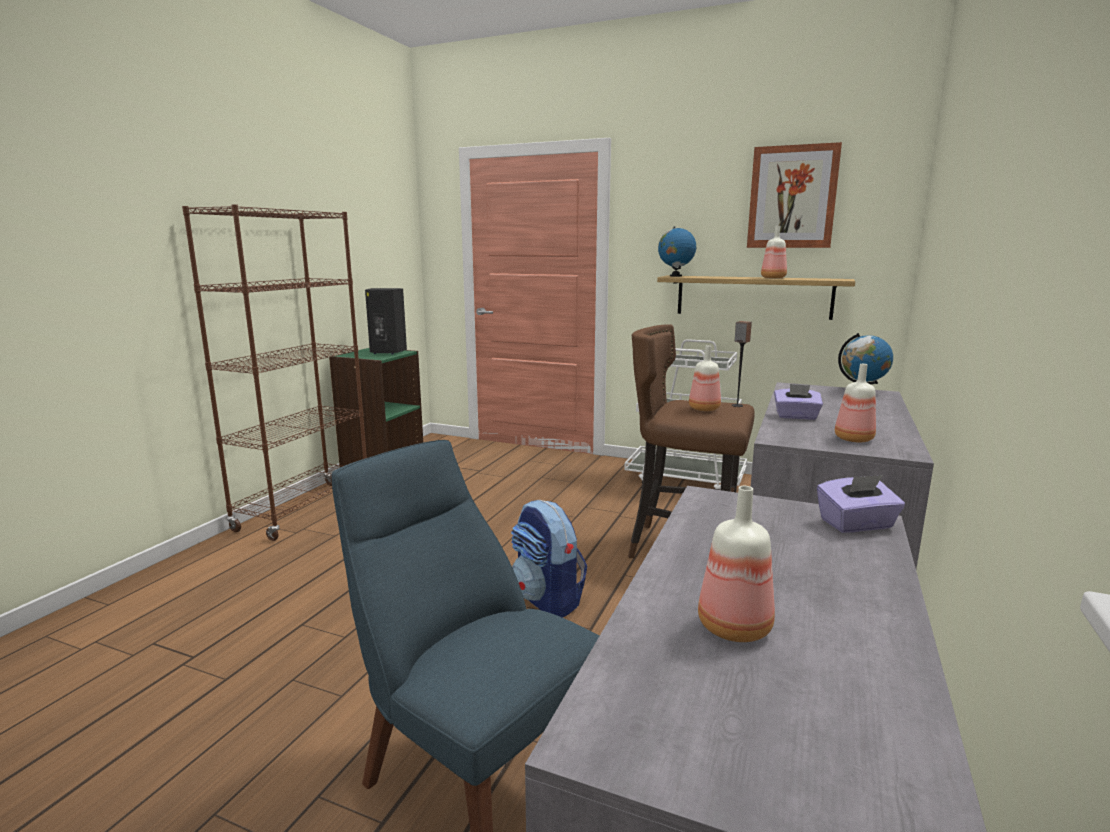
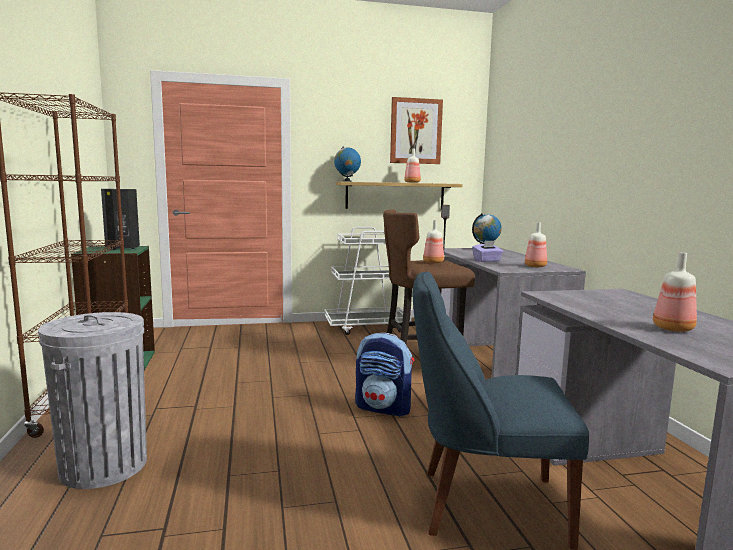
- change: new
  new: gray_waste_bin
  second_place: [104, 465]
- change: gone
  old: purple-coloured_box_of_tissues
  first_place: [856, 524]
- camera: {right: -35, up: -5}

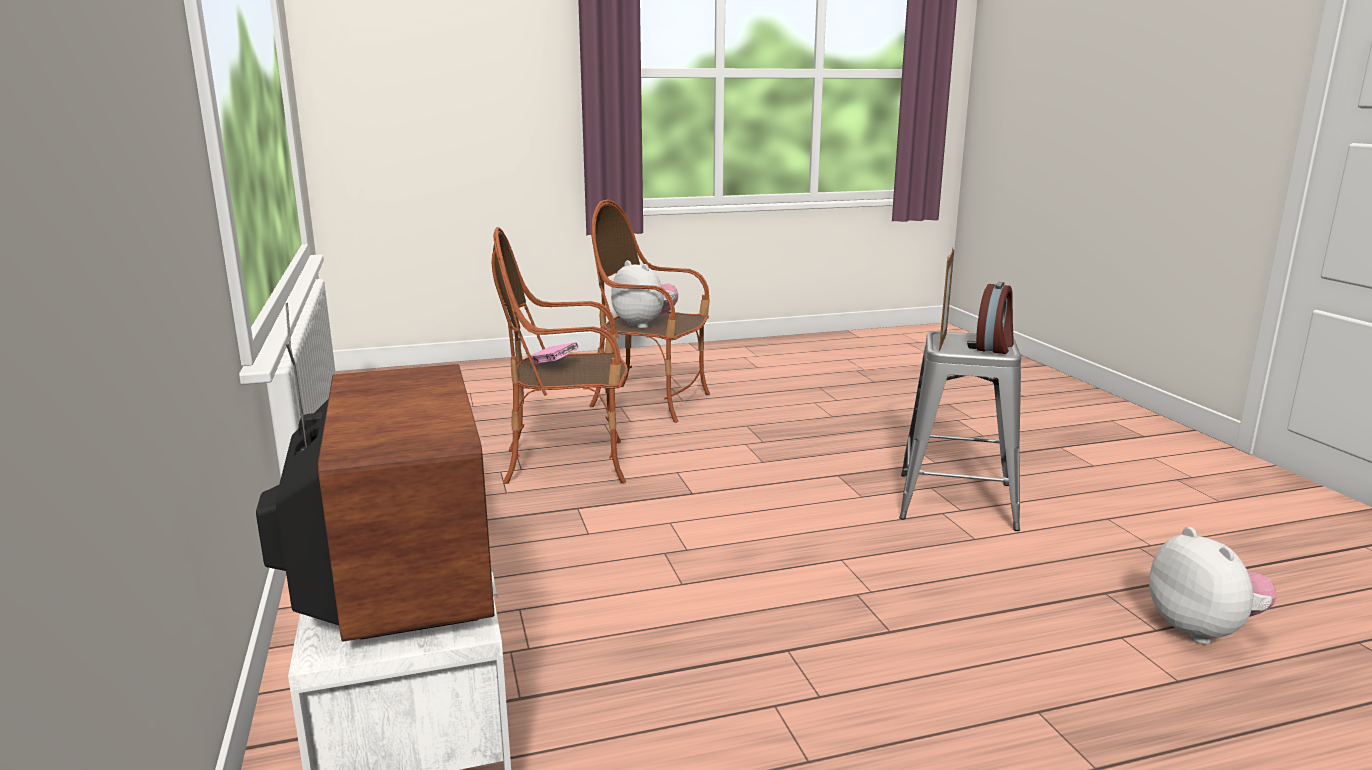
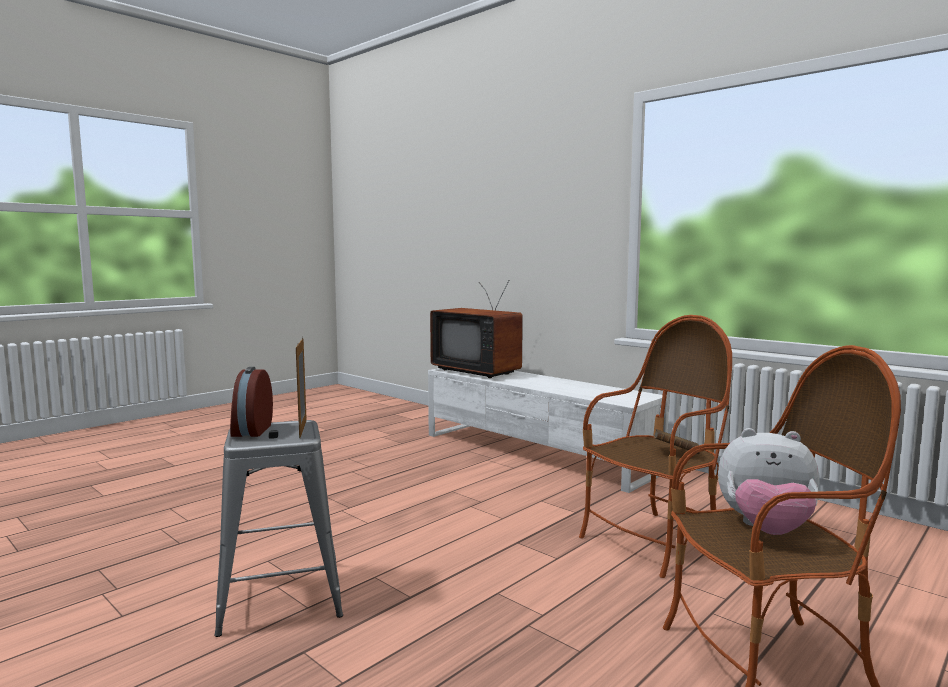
- change: repainted
  old: pink_book
  new: brown-coloured_book
  first_place: [553, 365]
  second_place: [676, 453]
- change: gone
  old: cuddly_toy
  first_place: [1202, 630]
- camera: {right: 150, up: -10}

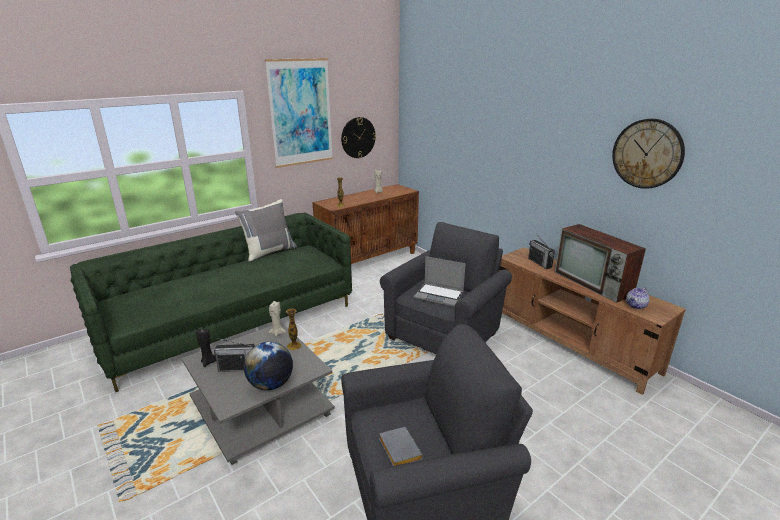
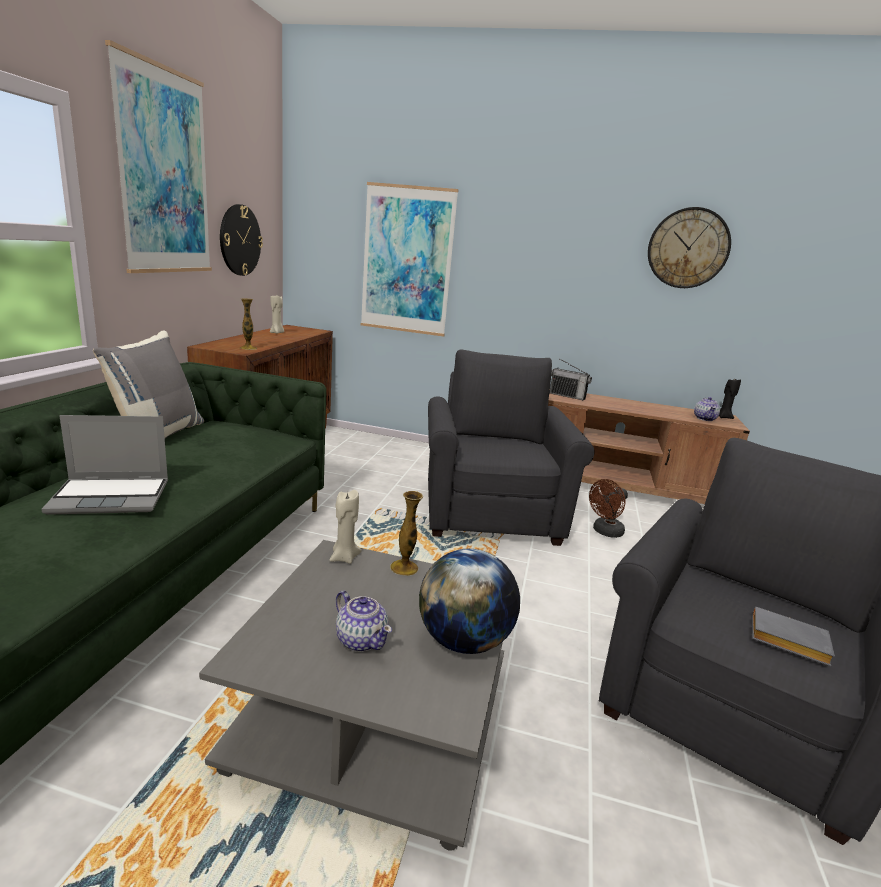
- change: shifted
  old: portable_computer
  first_place: [439, 295]
  second_place: [112, 497]
- change: swapped
  old: radio
  new: pot_for_tea
  first_place: [238, 368]
  second_place: [361, 639]
- change: new
  new: wall_art
  second_place: [407, 261]
- change: new
  new: brown-coloured_cooling_fan
  second_place: [605, 532]
- change: shifted
  old: black-coloured_candle
  first_place: [209, 362]
  second_place: [724, 417]
- change: gone
  old: television
  first_place: [594, 284]
- camera: {right: -40, up: -5}

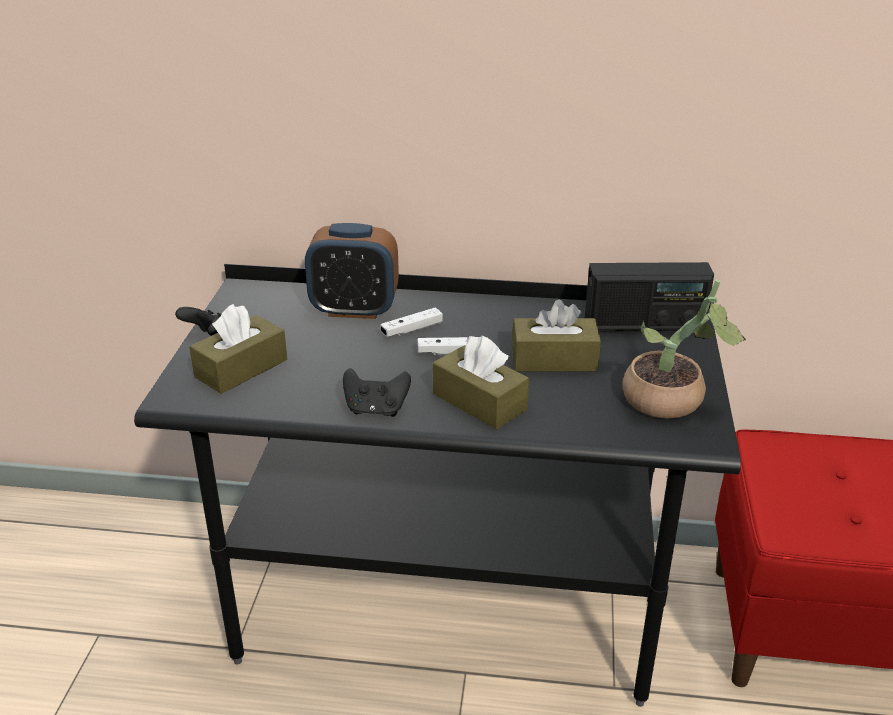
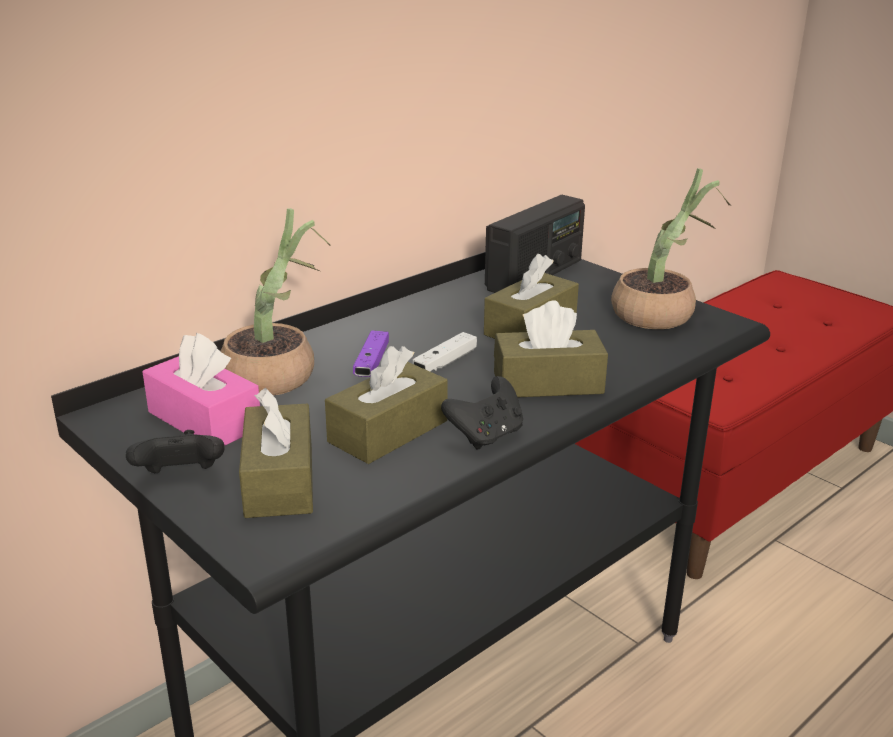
- change: new
  new: pink_box_of_tissues
  second_place: [204, 420]
- change: swapped
  old: table_clock
  new: houseplant
  first_place: [354, 310]
  second_place: [279, 374]
- change: new
  new: brown-coloured_box_of_tissues
  second_place: [388, 431]
- change: repainted
  old: white_gamepad
  new: purple-coloured_gamepad
  first_place: [412, 330]
  second_place: [371, 363]
- camera: {right: -50, up: -5}

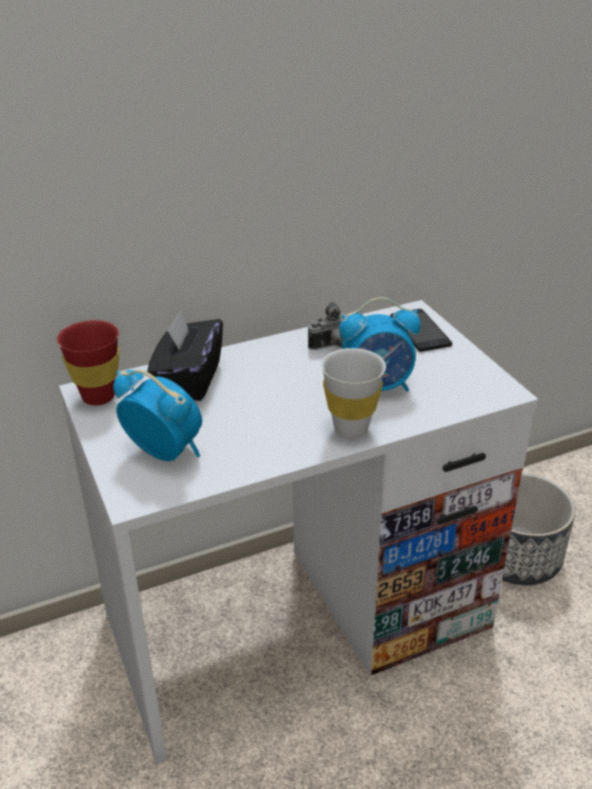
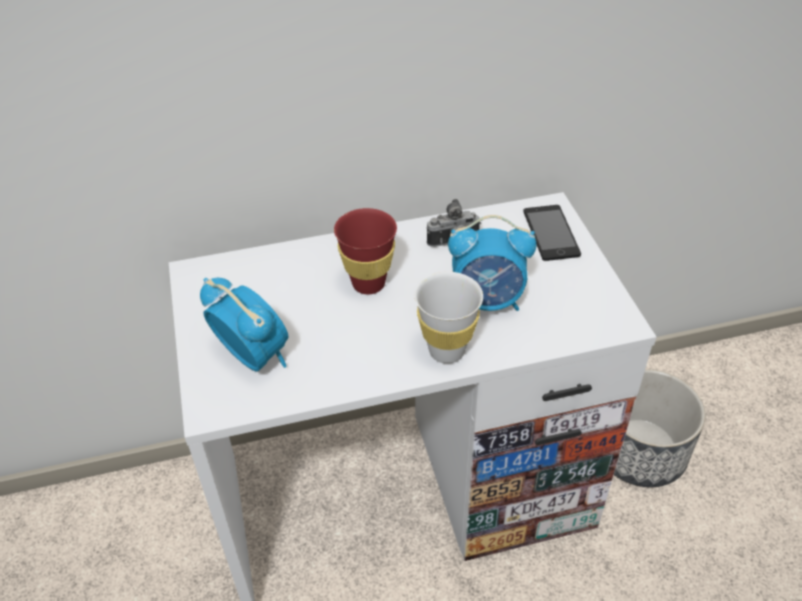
- change: shifted
  old: reddish_drinking_cup
  first_place: [98, 397]
  second_place: [368, 283]
- change: gone
  old: black-coloured_box_of_tissues
  first_place: [188, 380]
- camera: {right: 10, up: 10}

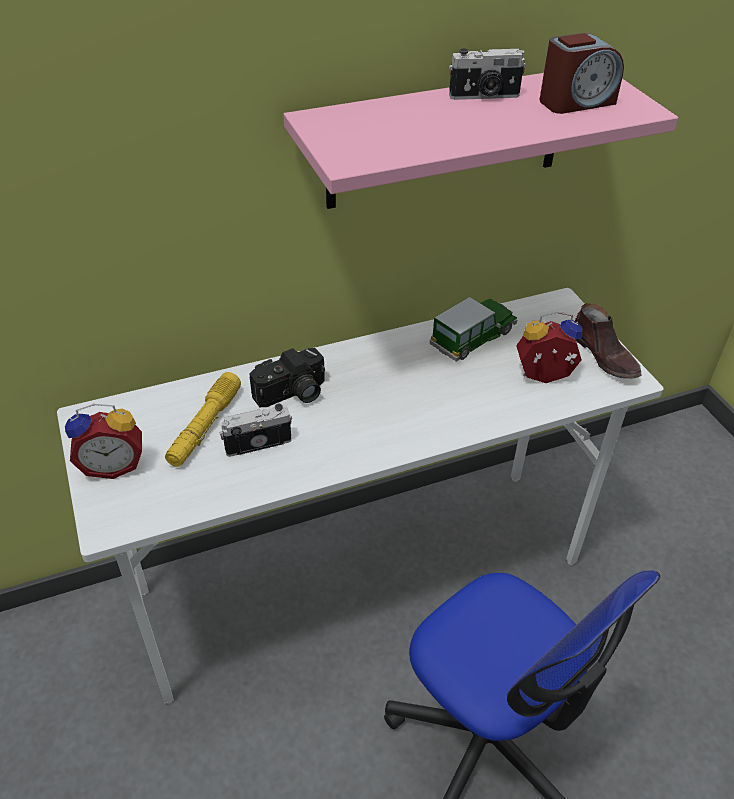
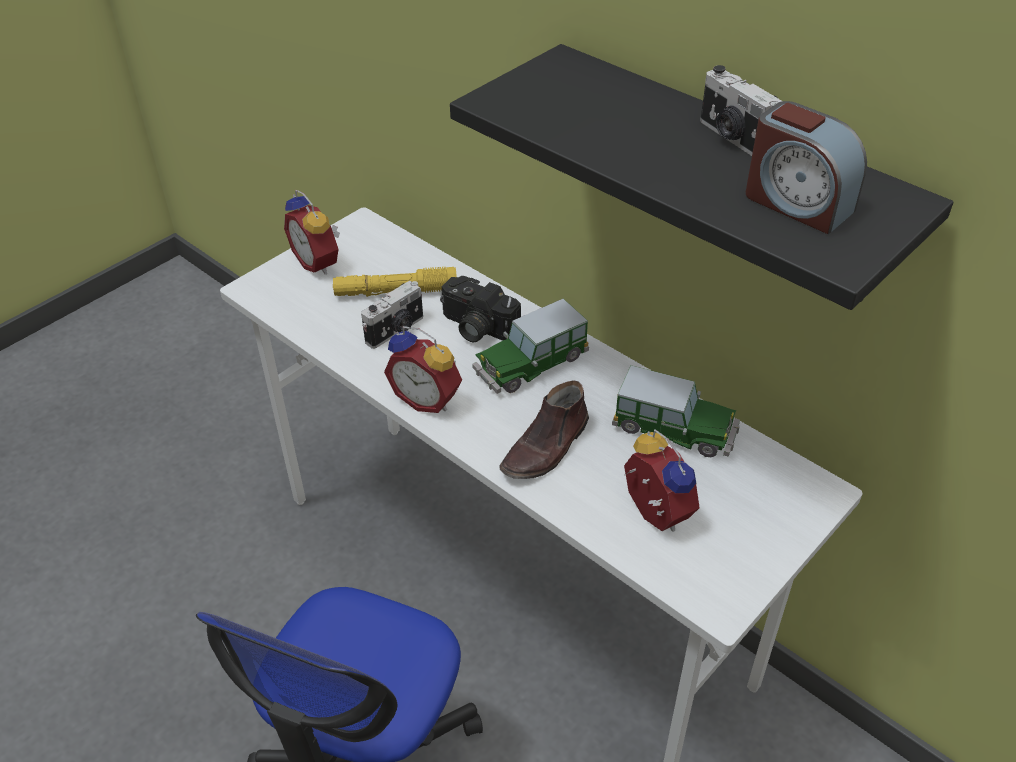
- change: rotated
  old: still_camera
  first_place: [257, 442]
  second_place: [396, 330]
  degrees: 90
- change: new
  new: table_clock
  second_place: [428, 398]
- change: repainted
  old: pink_shelf
  new: black-coloured_shelf
  first_place: [446, 138]
  second_place: [726, 174]
- change: new
  new: model_car
  second_place: [530, 364]
- change: shifted
  old: brown-coloured_low_shoe
  first_place: [604, 356]
  second_place: [546, 448]
- camera: {right: 65, up: 0}

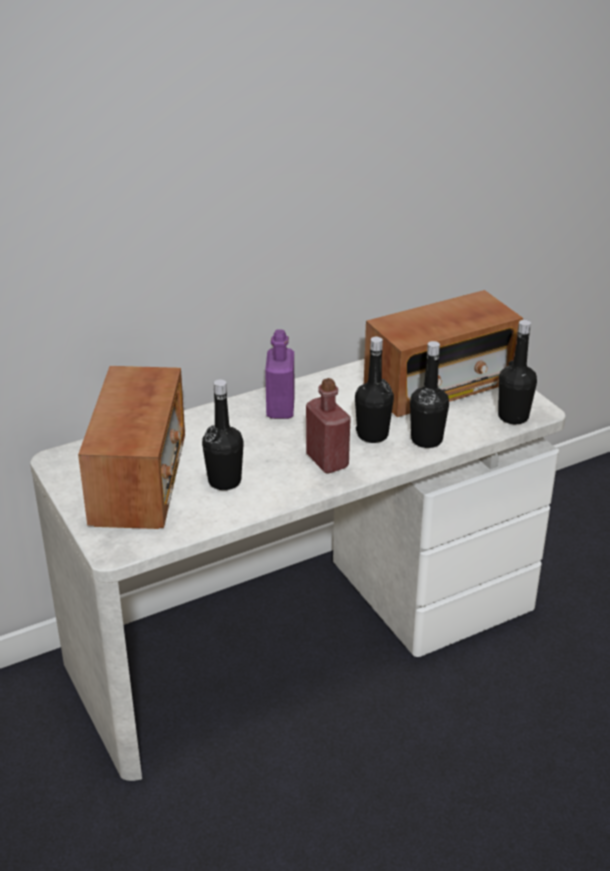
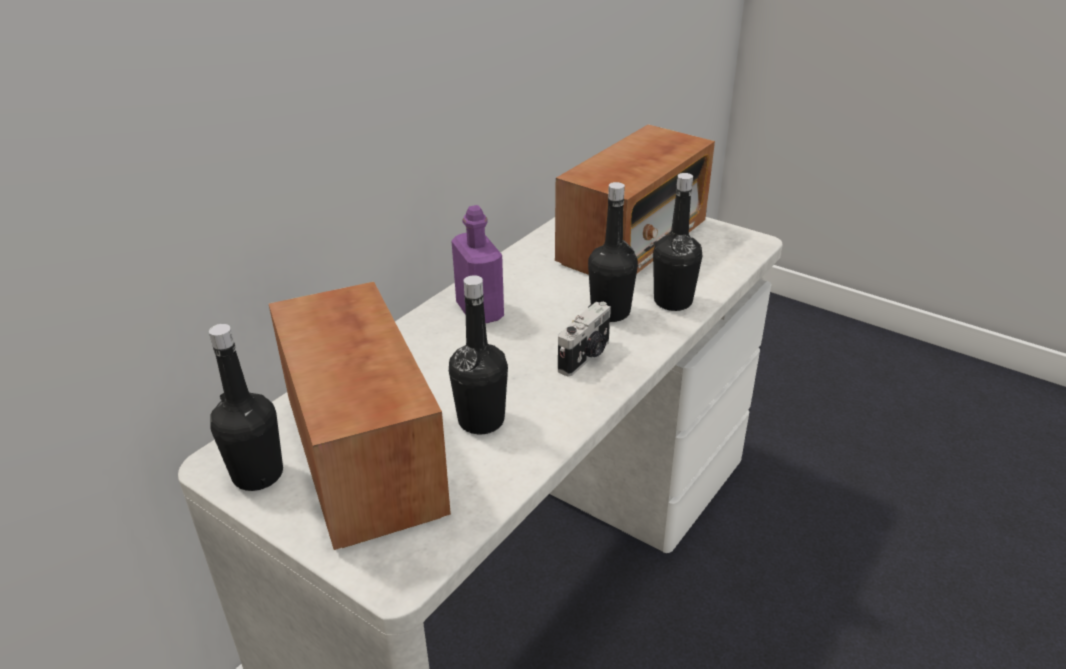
- change: shifted
  old: black-coloured_bottle
  first_place: [513, 416]
  second_place: [258, 474]
- change: swapped
  old: reddish_bottle
  new: still_camera
  first_place: [327, 461]
  second_place: [586, 357]
- camera: {right: -25, up: 0}

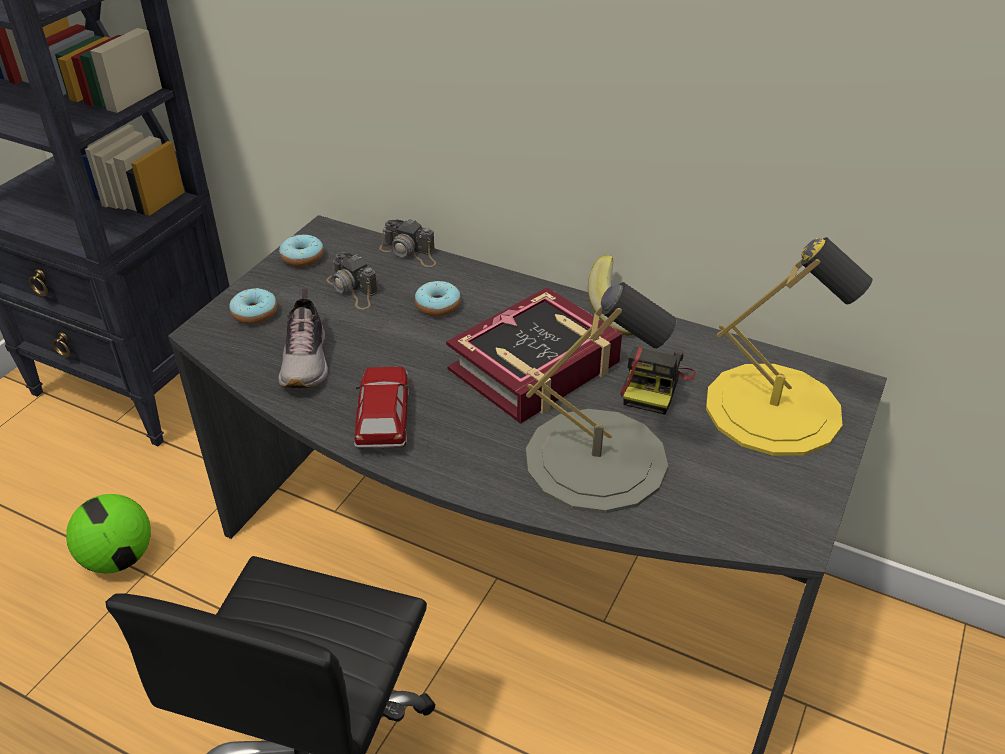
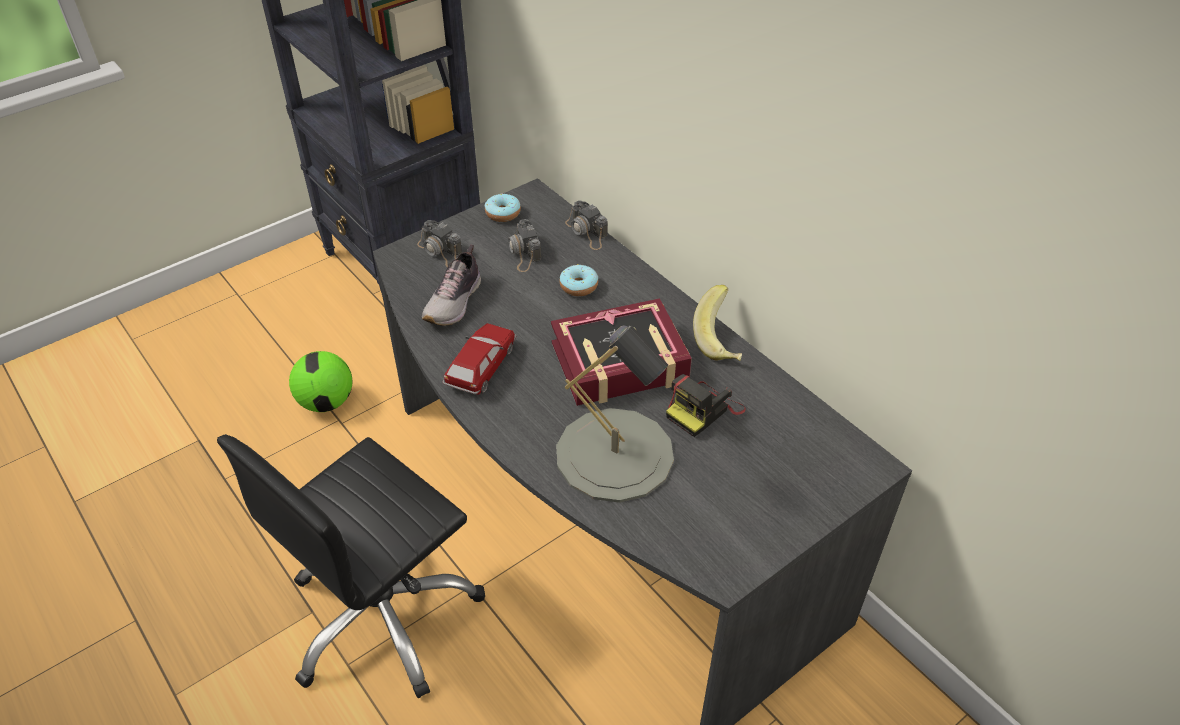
- change: swapped
  old: doughnut
  new: still_camera
  first_place: [254, 314]
  second_place: [441, 251]
- change: gone
  old: yellow-coloured_table_lamp
  first_place: [773, 408]
- camera: {right: 25, up: 5}

